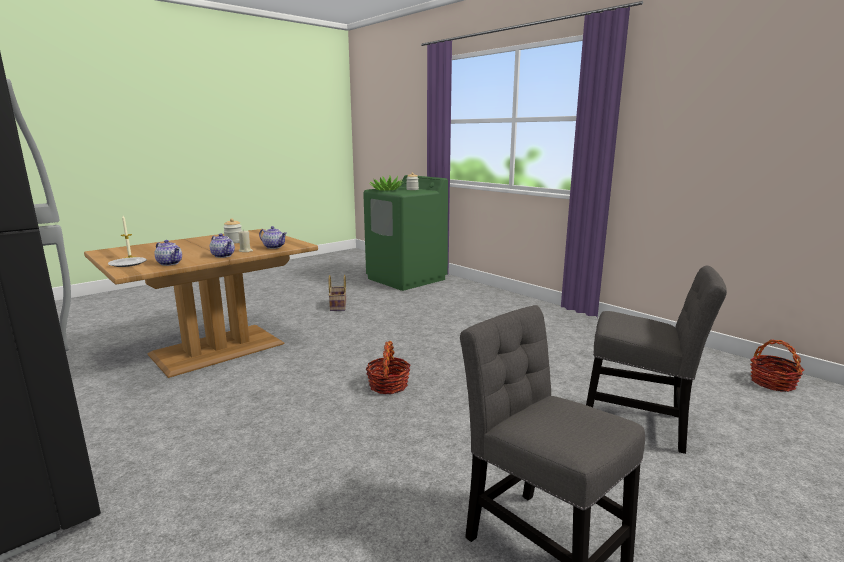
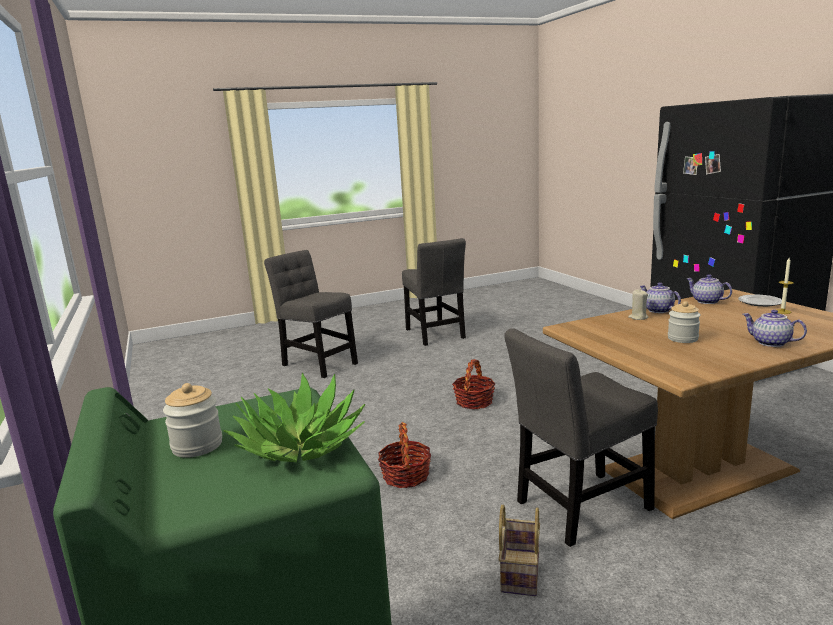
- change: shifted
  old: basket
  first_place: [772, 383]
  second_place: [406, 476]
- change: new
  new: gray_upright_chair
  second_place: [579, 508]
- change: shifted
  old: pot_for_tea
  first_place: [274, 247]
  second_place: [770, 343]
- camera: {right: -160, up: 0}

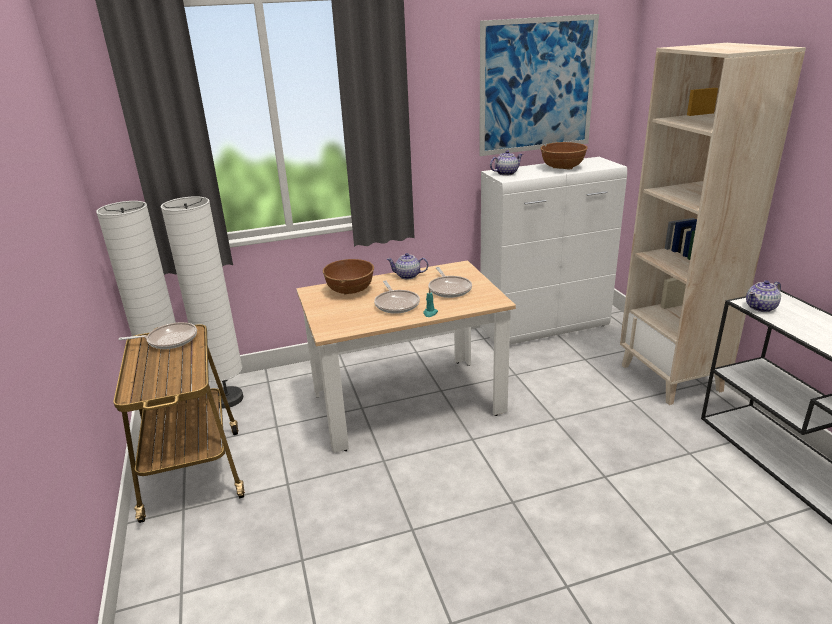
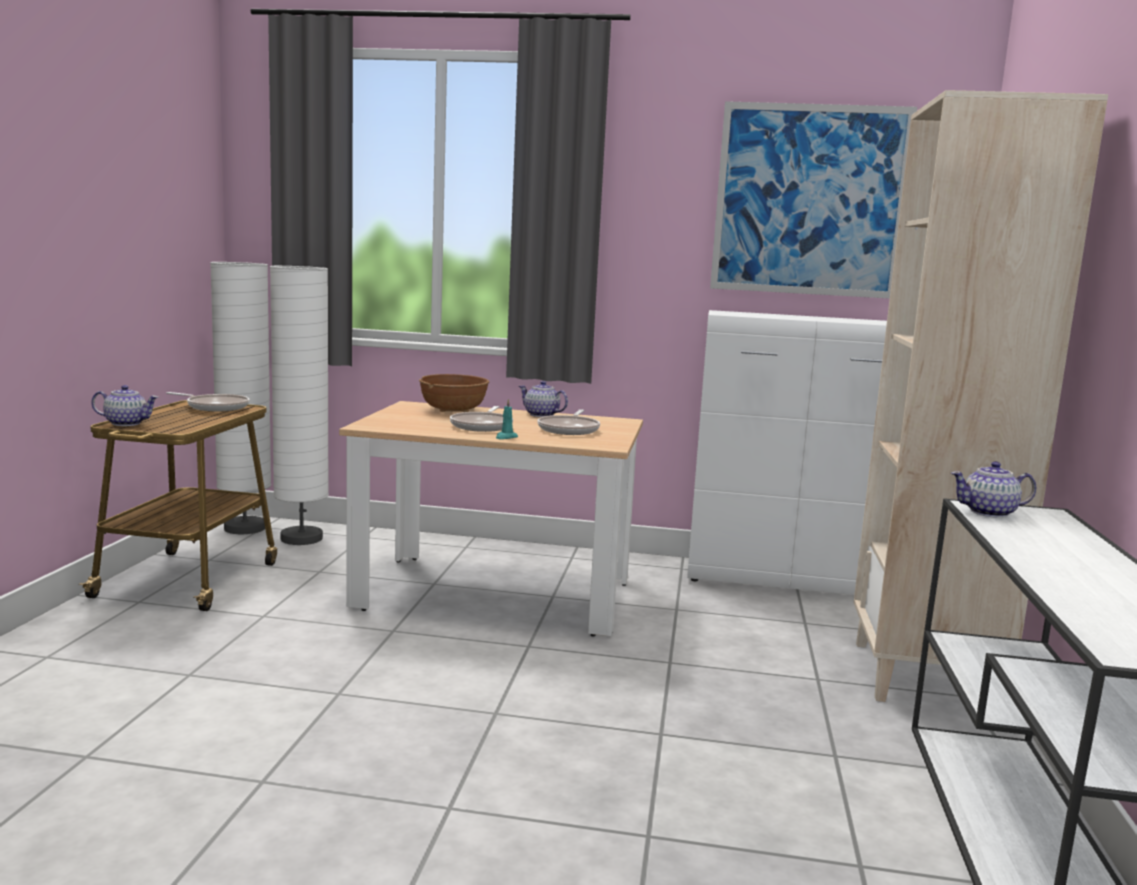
- change: shifted
  old: pot_for_tea
  first_place: [506, 173]
  second_place: [127, 423]
- change: gone
  old: brown-coloured_deep_dish
  first_place: [562, 168]
- camera: {right: 25, up: -15}

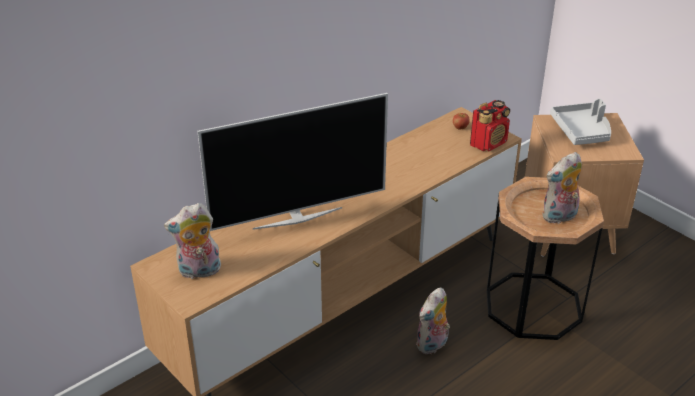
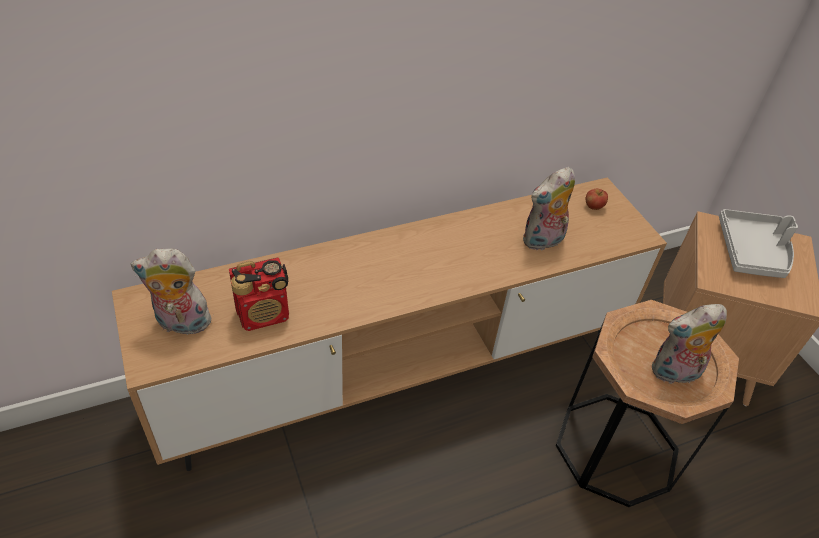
- change: shifted
  old: radio
  first_place: [489, 143]
  second_place: [264, 315]
- change: shifted
  old: cuddly_toy
  first_place: [432, 345]
  second_place: [543, 241]
- change: gone
  old: television
  first_place: [297, 217]
- camera: {right: 15, up: 10}

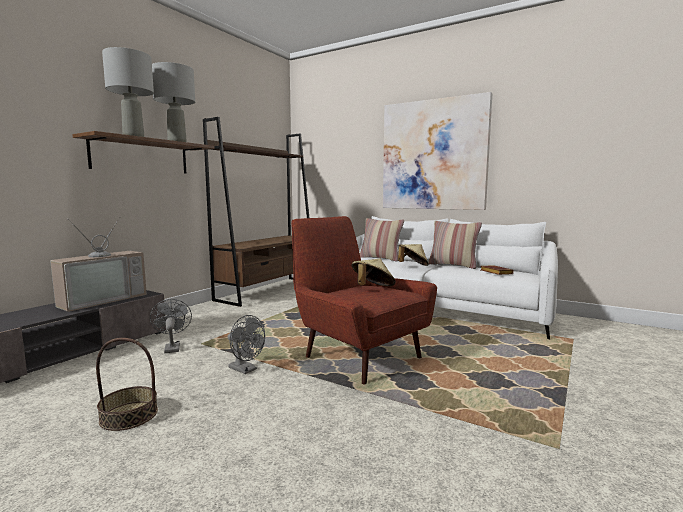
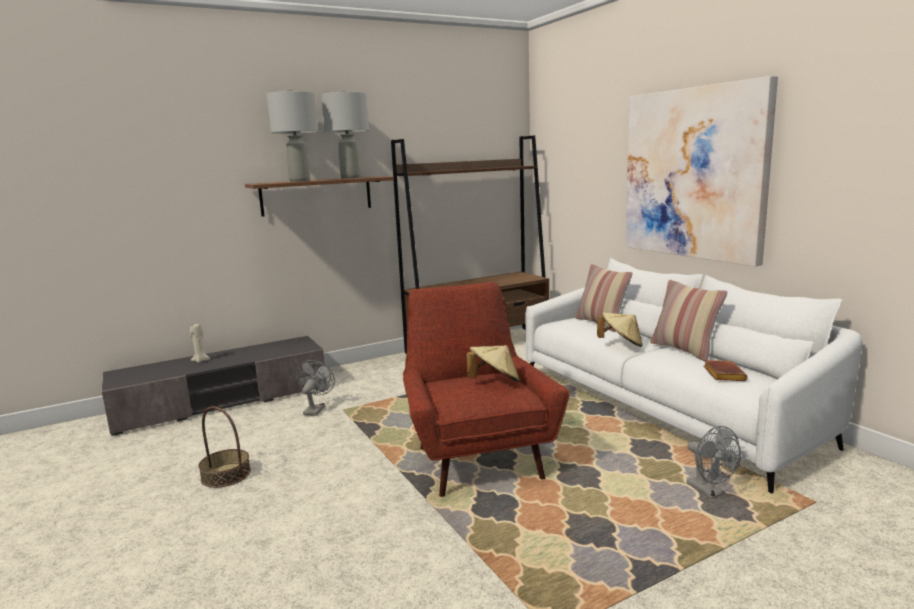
- change: new
  new: beige-coloured_candle
  second_place: [200, 361]
- change: shifted
  old: gray_cooling_fan
  first_place: [246, 369]
  second_place: [710, 492]
- change: gone
  old: television
  first_place: [101, 299]
- camera: {right: 30, up: 5}

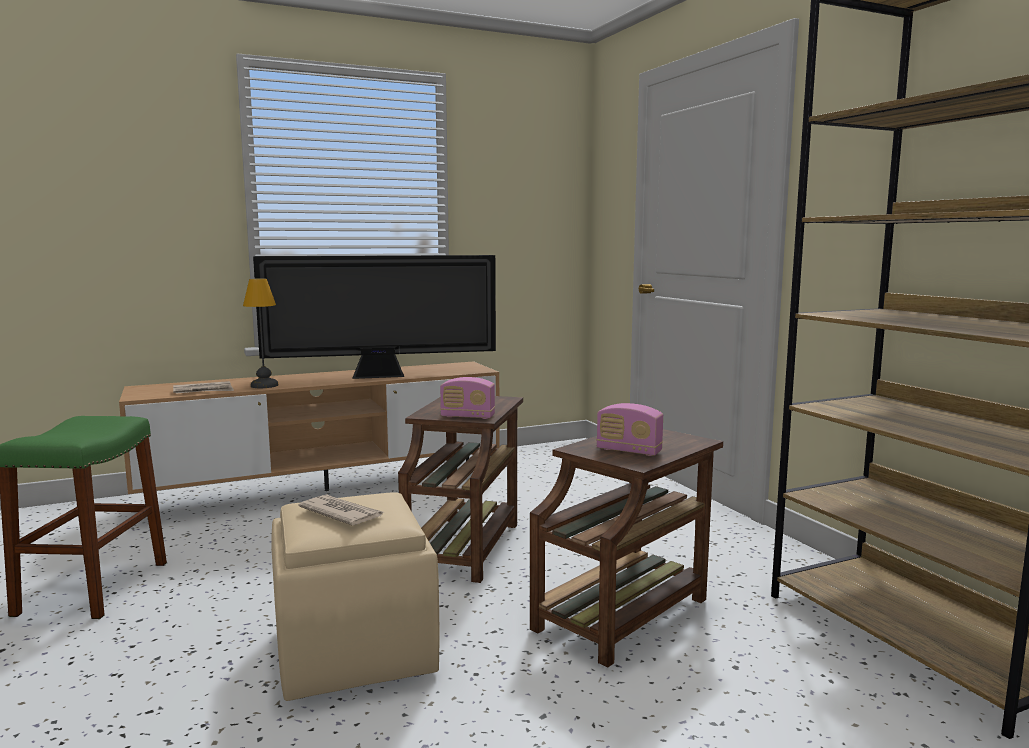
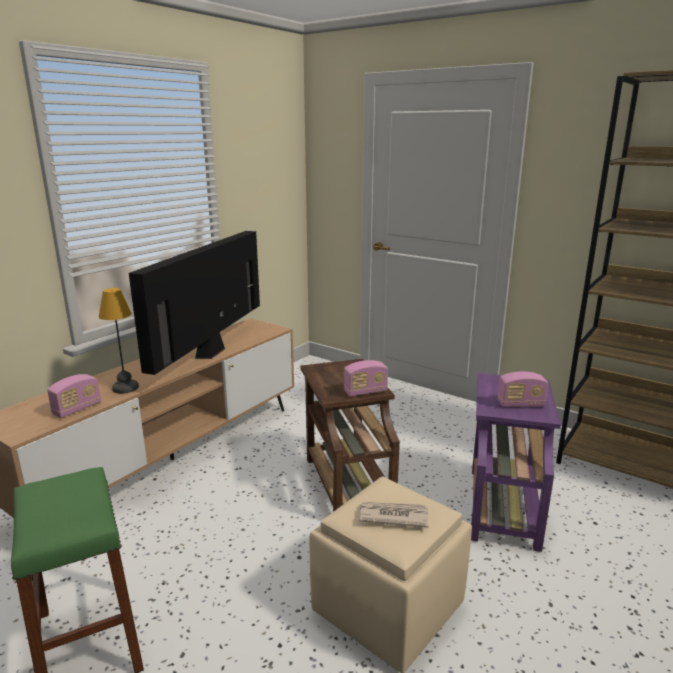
- change: swapped
  old: printed_paper
  new: radio
  first_place: [203, 391]
  second_place: [77, 409]
- change: rotated
  old: television
  first_place: [382, 376]
  second_place: [210, 352]
  degrees: 150
- change: repainted
  old: brown-coloured_end_table
  new: purple-coloured_end_table
  first_place: [625, 613]
  second_place: [503, 505]
- camera: {right: -30, up: 10}

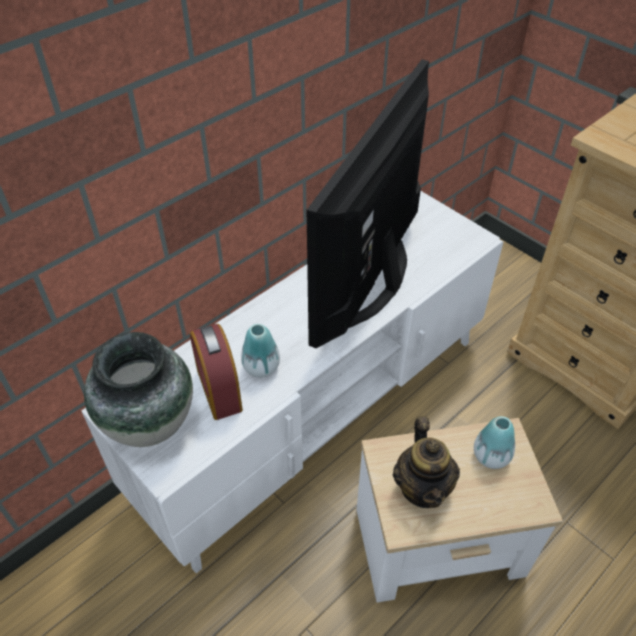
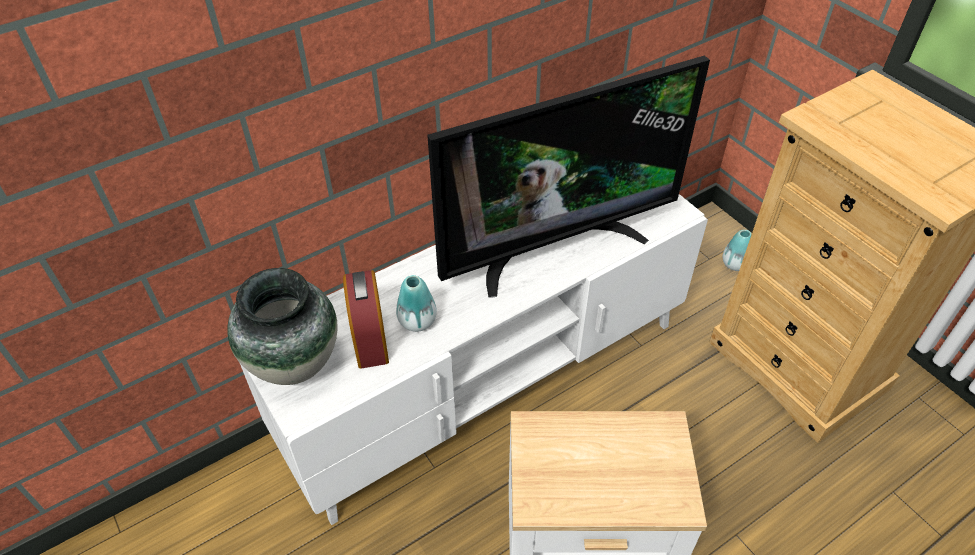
- change: rotated
  old: television
  first_place: [374, 282]
  second_place: [555, 247]
  degrees: -150
- change: shifted
  old: decorative_vase
  first_place: [491, 456]
  second_place: [734, 264]
- change: gone
  old: pot_for_tea
  first_place: [423, 488]
- camera: {right: 10, up: 0}

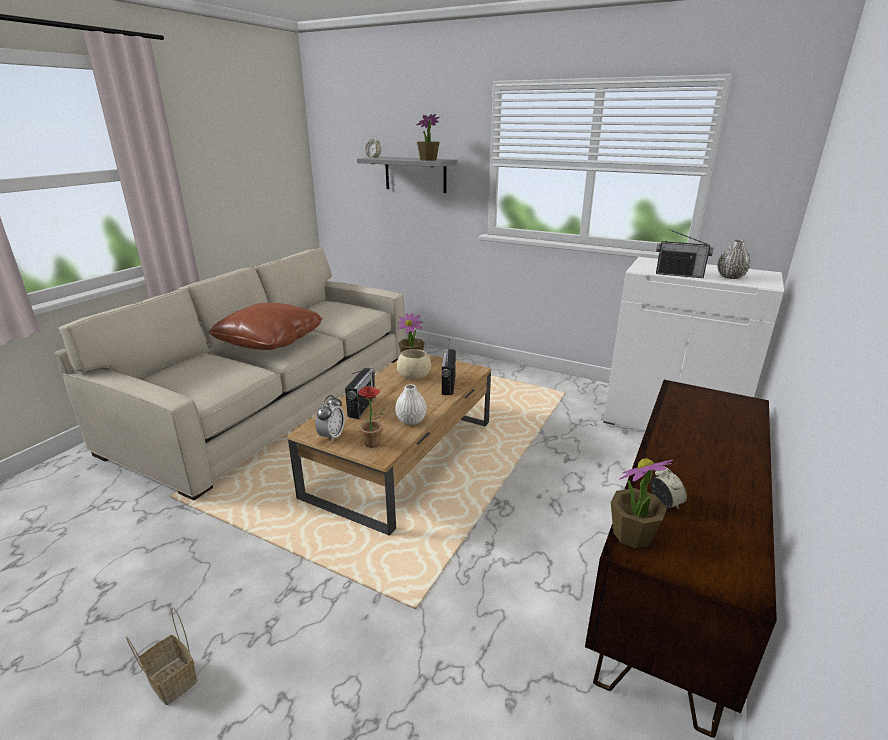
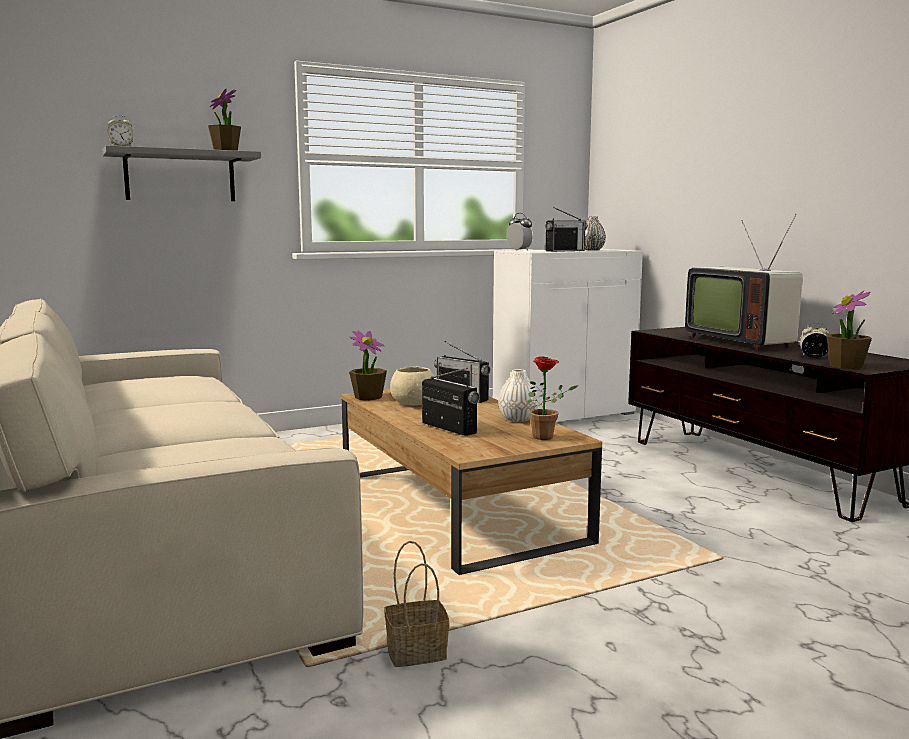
- change: shifted
  old: basket
  first_place: [171, 680]
  second_place: [415, 653]
- change: shifted
  old: table_clock
  first_place: [331, 436]
  second_place: [519, 251]
- change: new
  new: television
  second_place: [741, 341]
- change: gone
  old: brown-coloured_throw_pillow
  first_place: [270, 341]
- camera: {right: -55, up: -15}

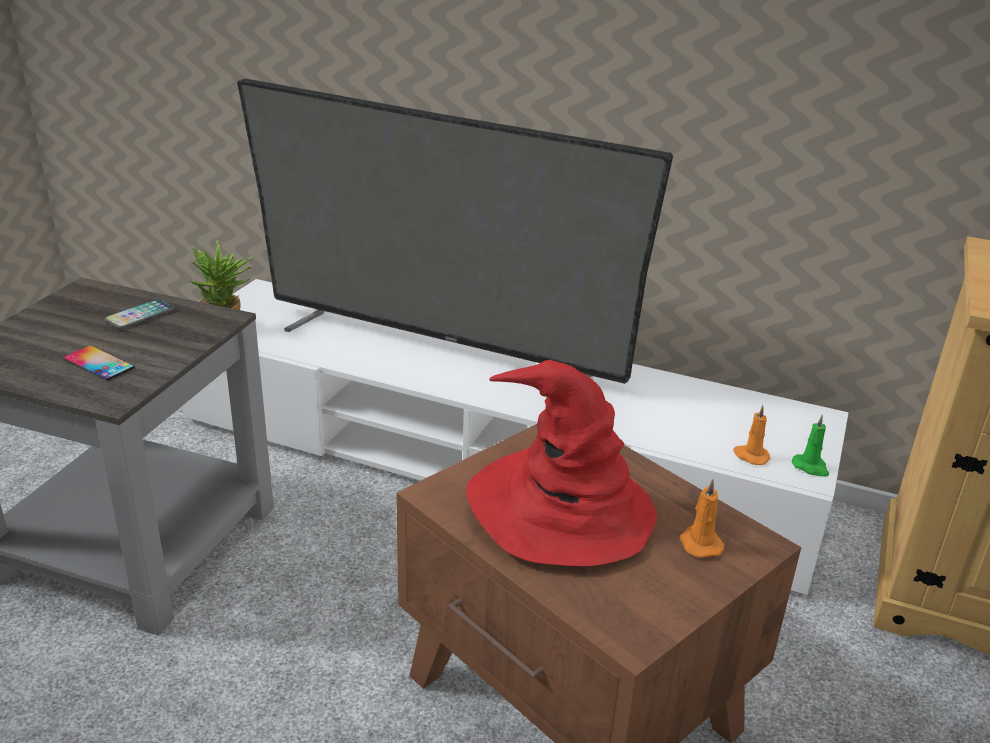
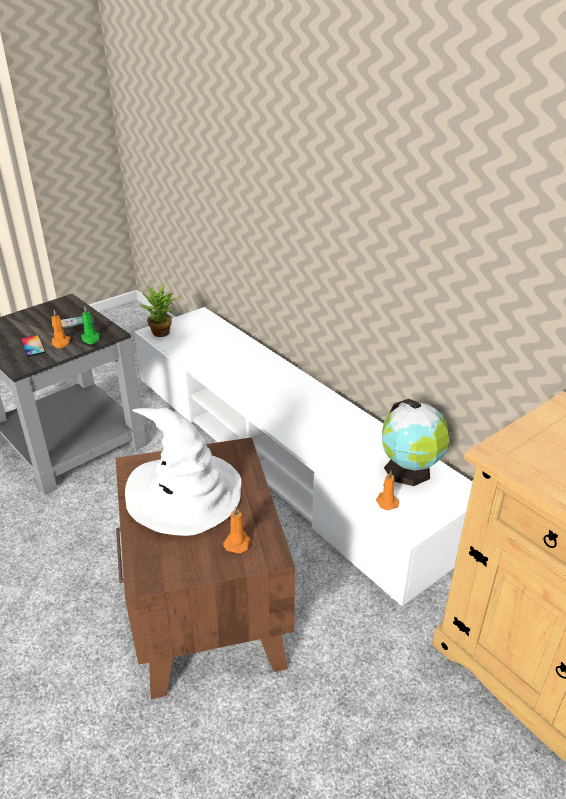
- change: new
  new: orange_candle
  second_place: [61, 342]
- change: shifted
  old: green_candle
  first_place: [811, 467]
  second_place: [90, 339]
- change: repainted
  old: reddish_clothing_hat
  new: white_clothing_hat
  first_place: [560, 508]
  second_place: [185, 495]
- change: new
  new: world_globe
  second_place: [410, 471]
- change: gone
  old: television
  first_place: [441, 349]
- camera: {right: 30, up: 5}

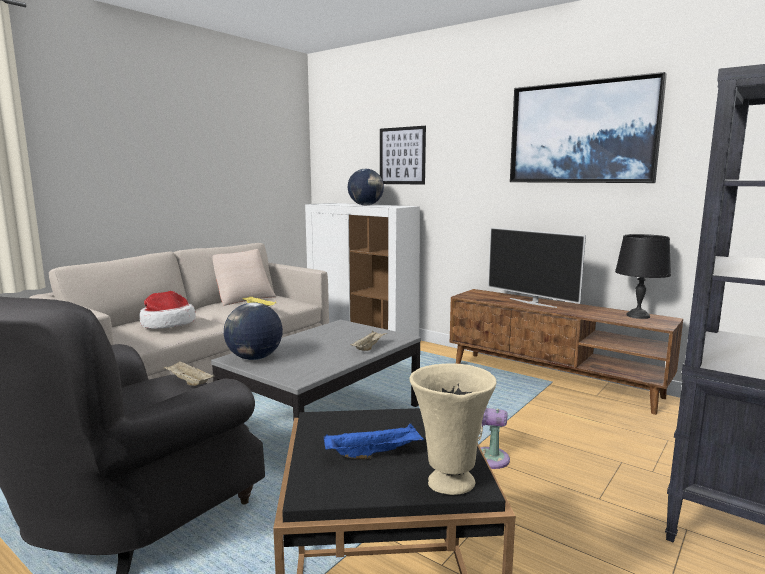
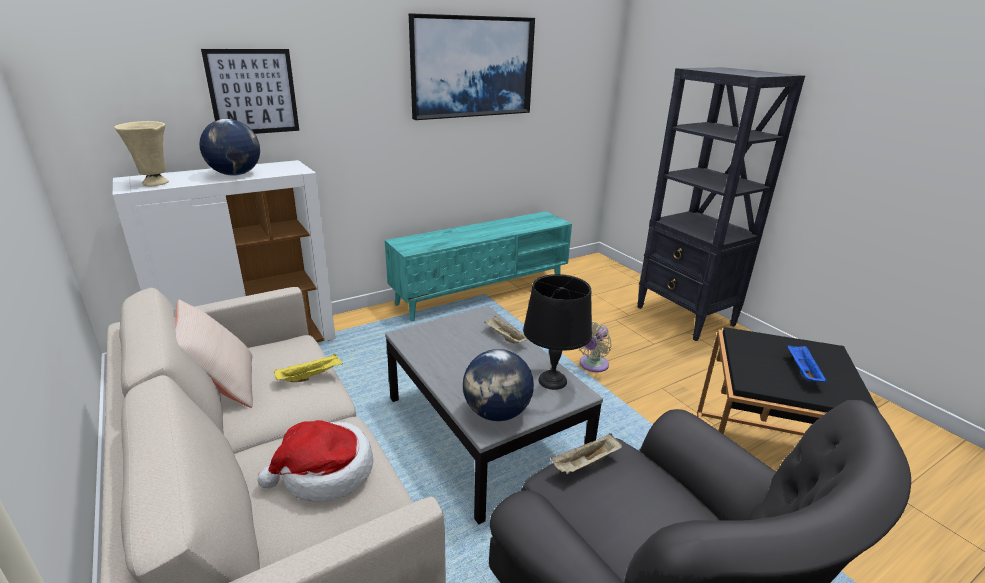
- change: shifted
  old: beige-coloured_decorative_vase
  first_place: [449, 483]
  second_place: [155, 183]
- change: repainted
  old: brown-coloured_tv_stand
  new: blue-green_tv_stand
  first_place: [553, 380]
  second_place: [482, 292]
- change: shifted
  old: black-coloured_table_lamp
  first_place: [638, 316]
  second_place: [553, 380]
- change: gone
  old: television
  first_place: [532, 303]
- camera: {right: -70, up: 15}

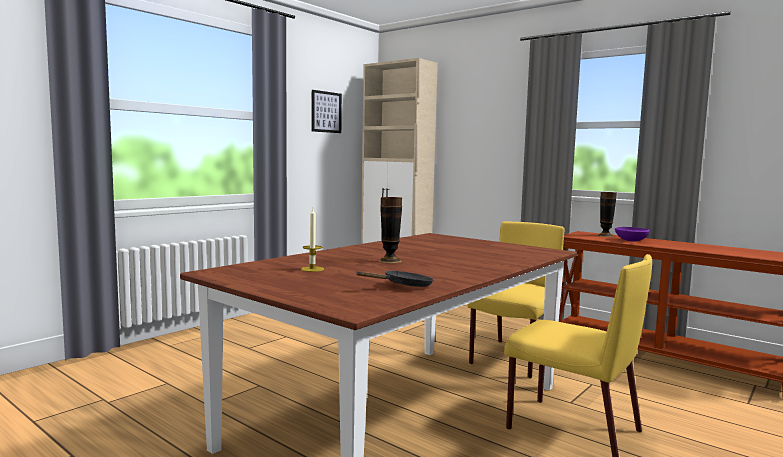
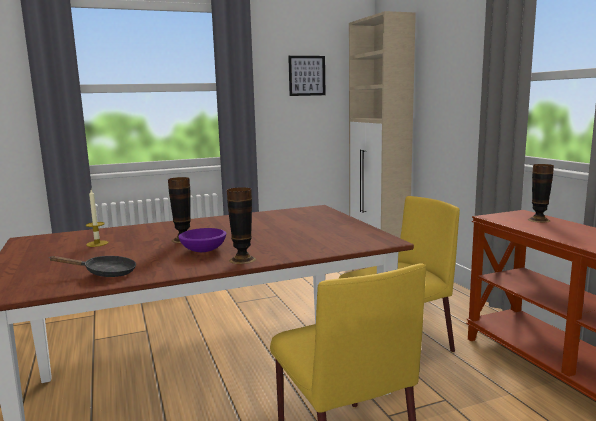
- change: shifted
  old: purple-coloured_deep_dish
  first_place: [631, 240]
  second_place: [203, 250]
- change: new
  new: decorative_vase
  second_place: [242, 259]
- camera: {right: 30, up: 5}

